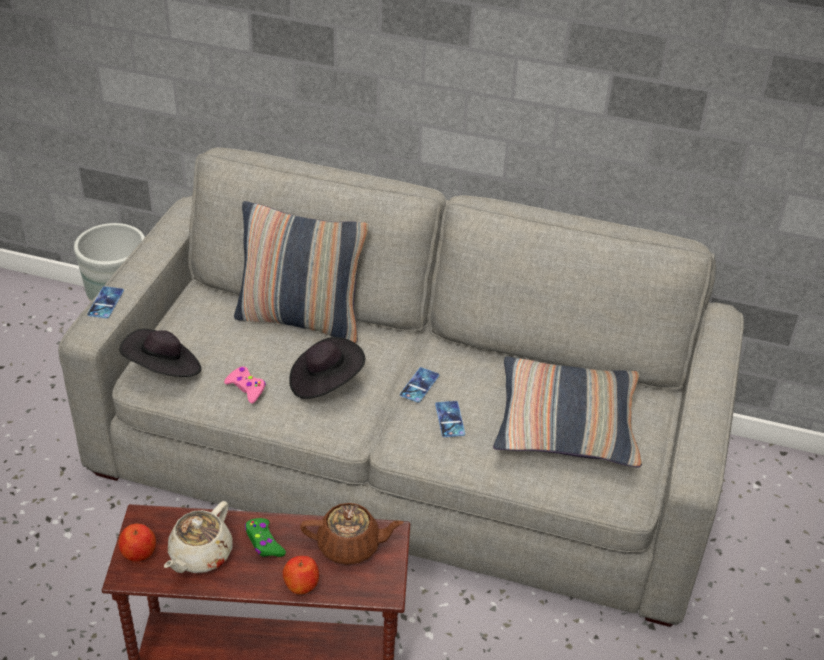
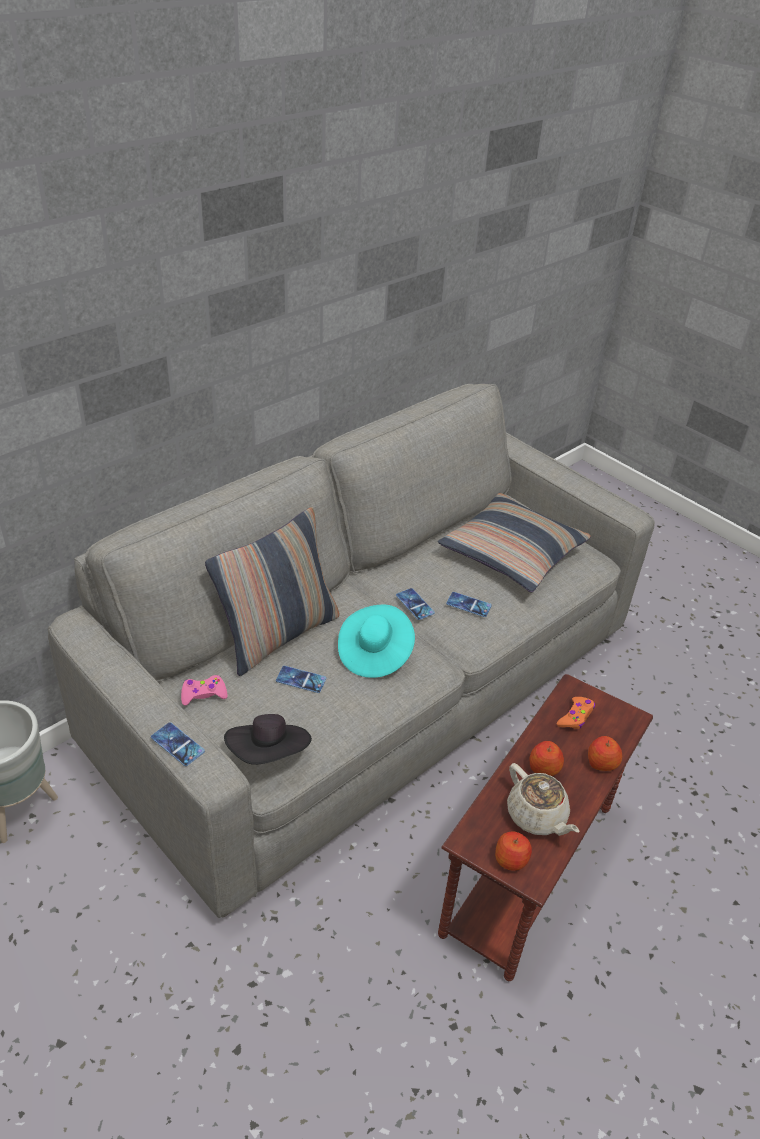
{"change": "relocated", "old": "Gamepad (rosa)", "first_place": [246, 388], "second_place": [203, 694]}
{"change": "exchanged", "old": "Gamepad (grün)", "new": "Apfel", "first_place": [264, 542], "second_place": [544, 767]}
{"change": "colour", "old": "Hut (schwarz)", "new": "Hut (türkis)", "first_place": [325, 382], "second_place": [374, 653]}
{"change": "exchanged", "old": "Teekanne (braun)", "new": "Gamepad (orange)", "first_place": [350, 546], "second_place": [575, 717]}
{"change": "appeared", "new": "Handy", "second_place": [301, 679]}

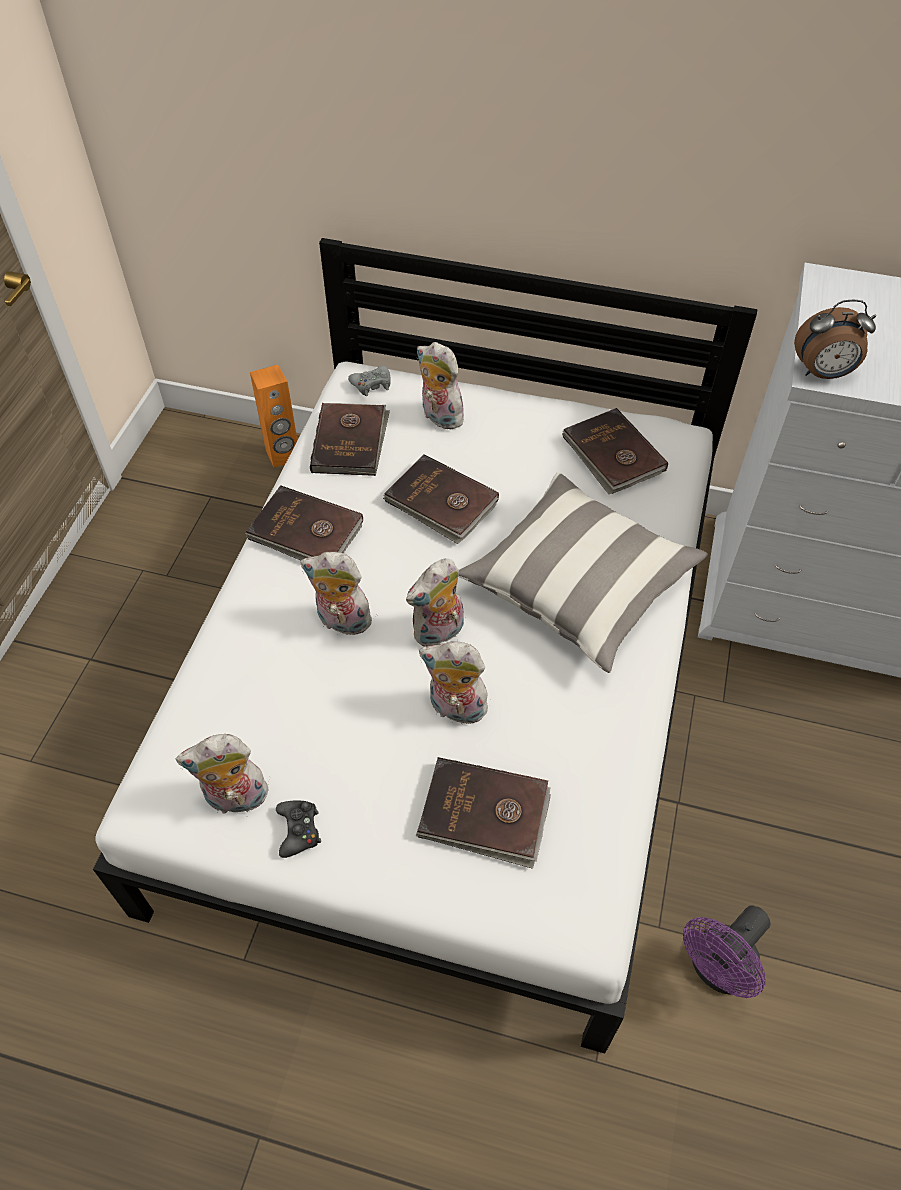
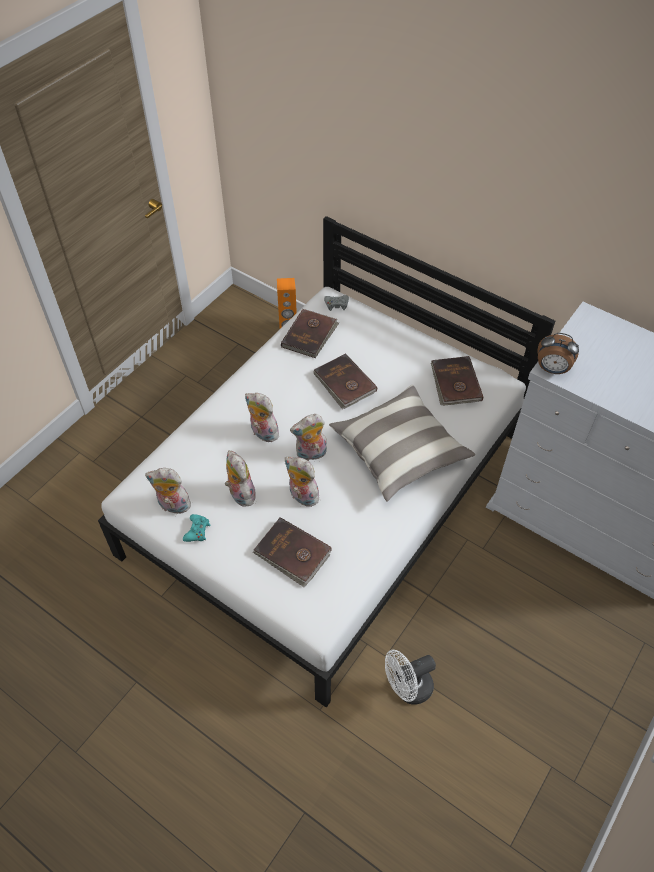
{"change": "missing", "old": "Buch (braun)", "first_place": [306, 532]}
{"change": "colour", "old": "Gamepad (schwarz)", "new": "Gamepad (türkis)", "first_place": [299, 830], "second_place": [197, 531]}
{"change": "relocated", "old": "Plüschtier", "first_place": [439, 417], "second_place": [240, 494]}
{"change": "colour", "old": "Ventilator (lila)", "new": "Ventilator (weiß)", "first_place": [717, 970], "second_place": [407, 689]}

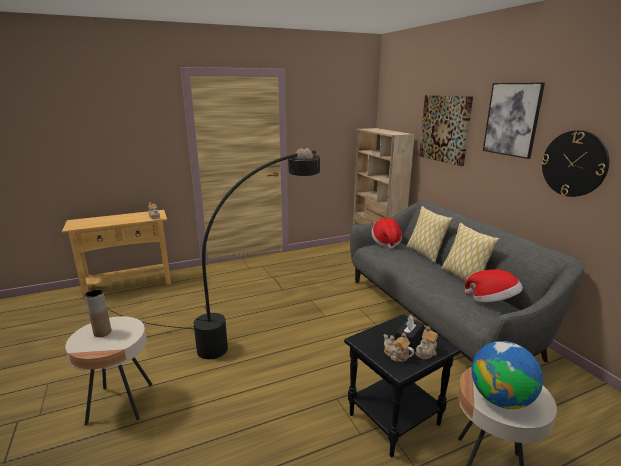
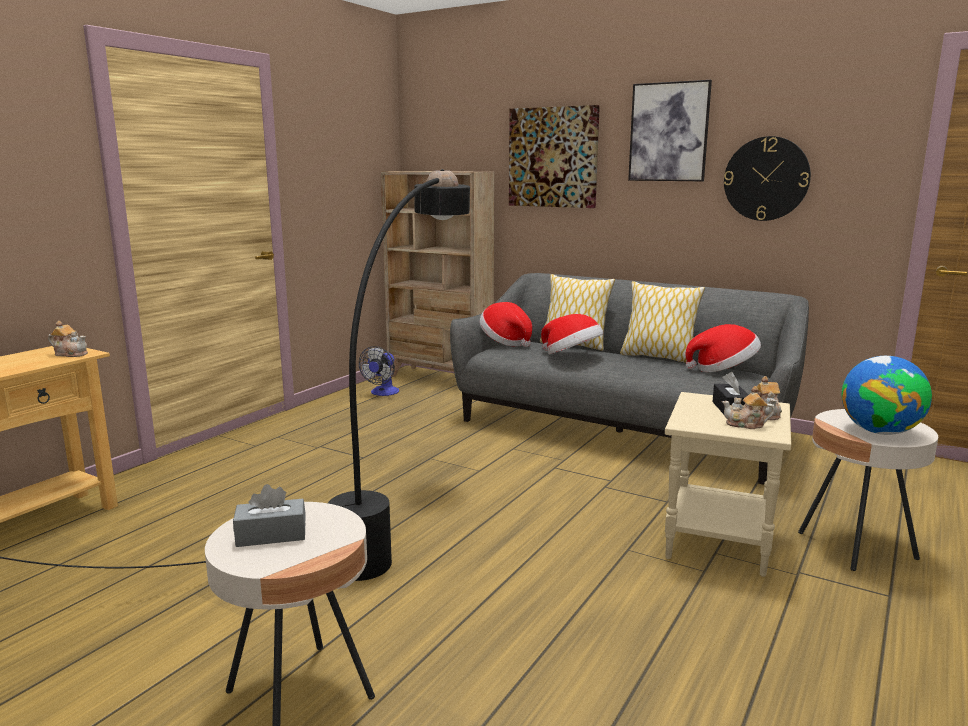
{"change": "exchanged", "old": "Vase (braun)", "new": "Taschentuchbox (grau)", "first_place": [102, 332], "second_place": [271, 535]}
{"change": "colour", "old": "Beistelltisch (schwarz)", "new": "Beistelltisch (beige)", "first_place": [394, 421], "second_place": [720, 544]}
{"change": "appeared", "new": "Ventilator", "second_place": [382, 393]}
{"change": "appeared", "new": "Hut", "second_place": [572, 356]}

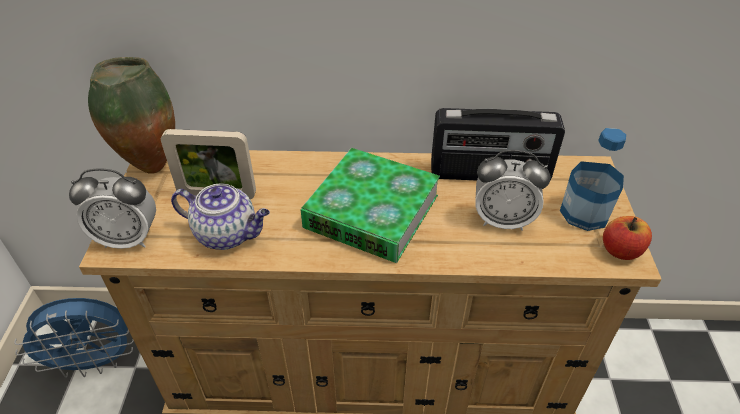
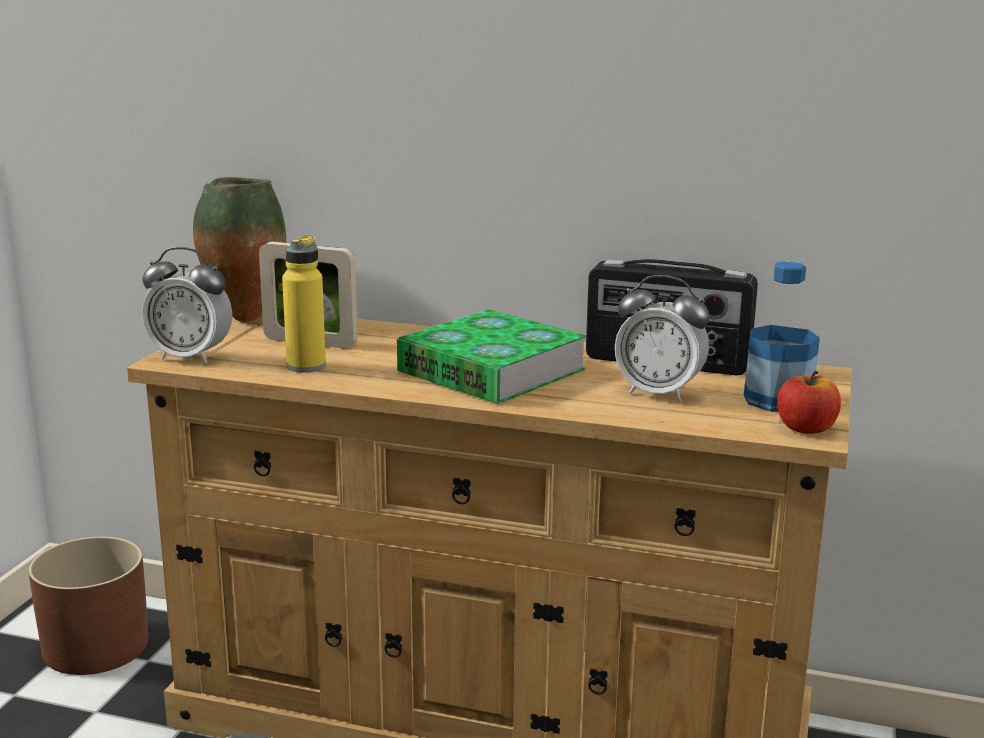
{"change": "exchanged", "old": "Ventilator (blau)", "new": "Pflanzkübel (braun)", "first_place": [95, 362], "second_place": [97, 646]}
{"change": "exchanged", "old": "Teekanne", "new": "Flasche (gelb)", "first_place": [228, 234], "second_place": [306, 366]}

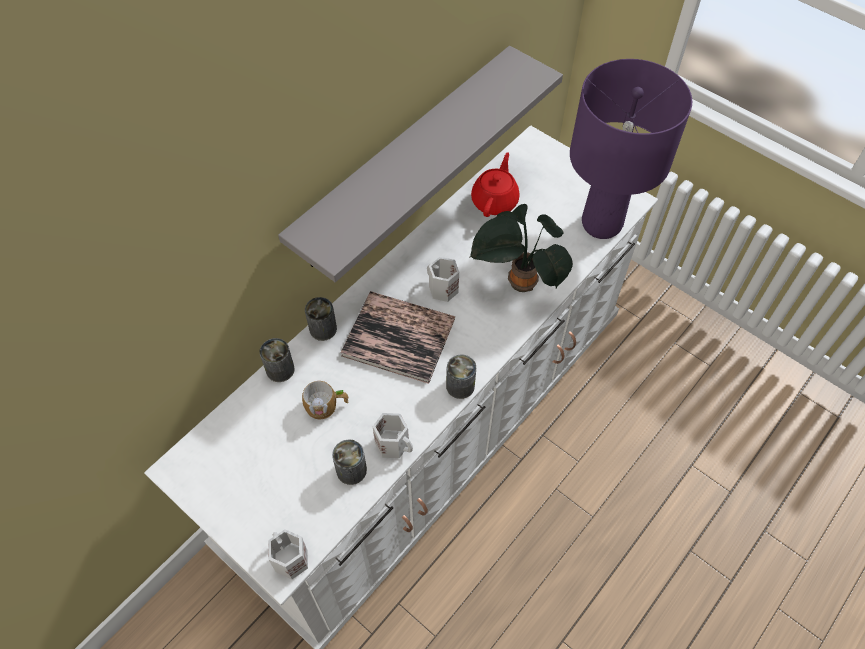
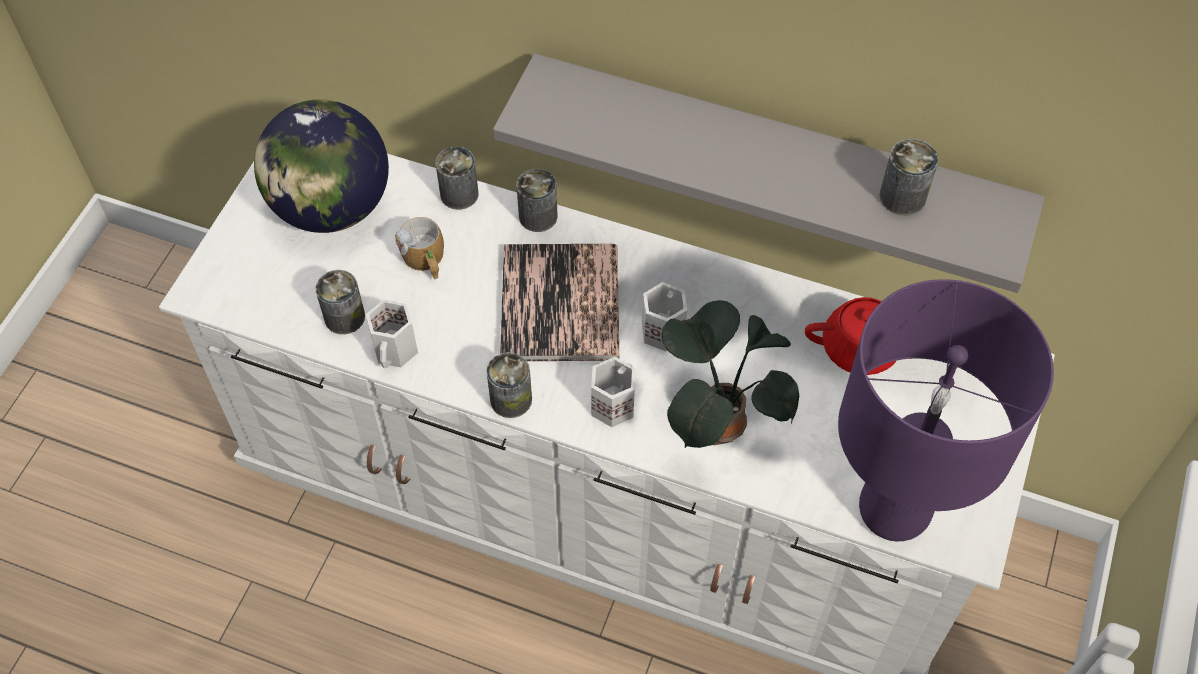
{"change": "relocated", "old": "Henkelbecher (weiß)", "first_place": [289, 560], "second_place": [612, 403]}
{"change": "appeared", "new": "Globus", "second_place": [332, 207]}
{"change": "appeared", "new": "Dose", "second_place": [902, 196]}

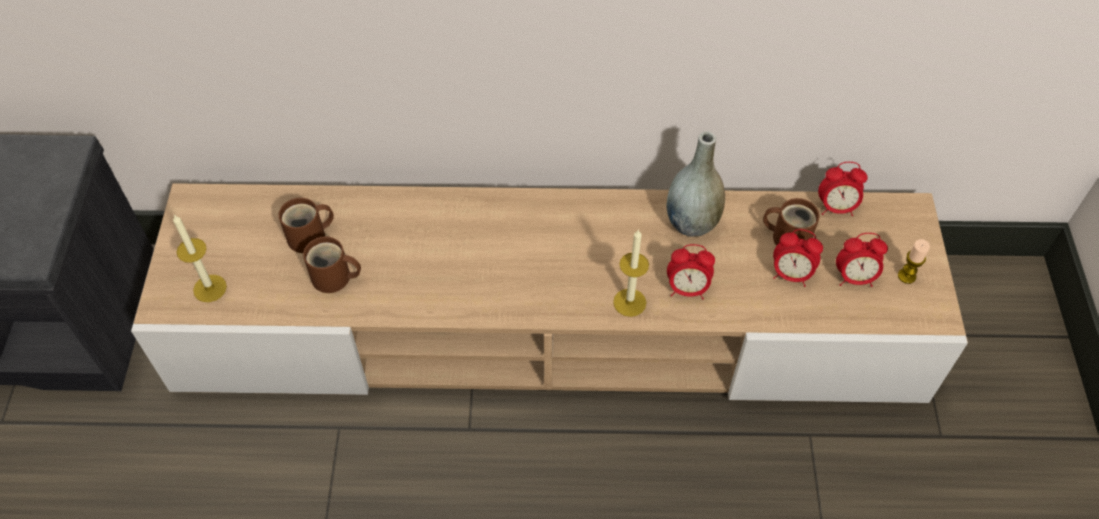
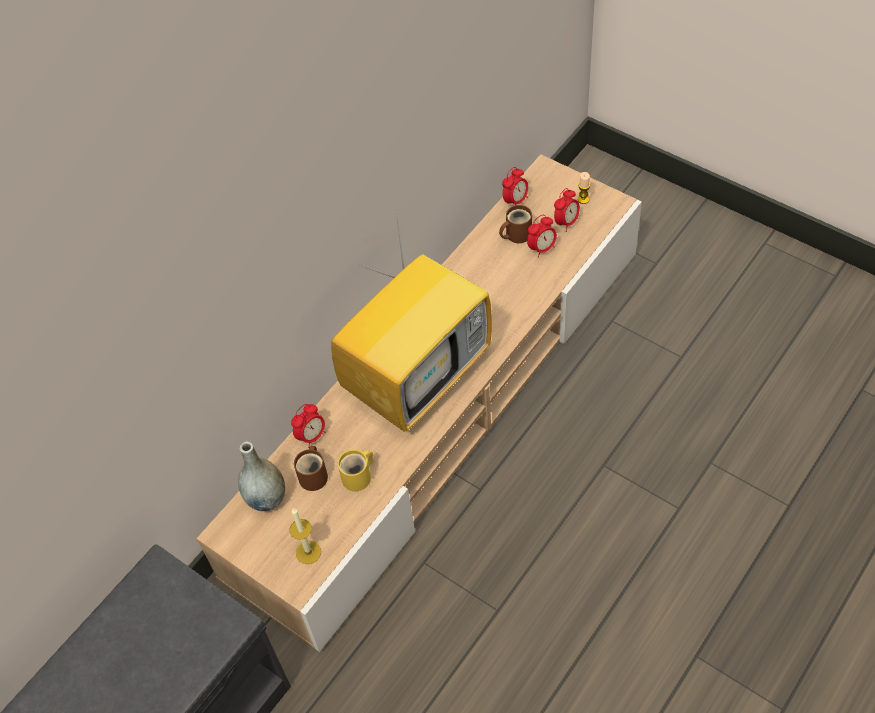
{"change": "colour", "old": "Henkelbecher (braun)", "new": "Henkelbecher (gelb)", "first_place": [334, 279], "second_place": [359, 477]}
{"change": "missing", "old": "Kerze", "first_place": [629, 302]}
{"change": "relocated", "old": "Vase (grau)", "first_place": [691, 223], "second_place": [266, 498]}
{"change": "relocated", "old": "Wecker", "first_place": [687, 289], "second_place": [311, 436]}
{"change": "appeared", "new": "Fernseher", "second_place": [418, 375]}

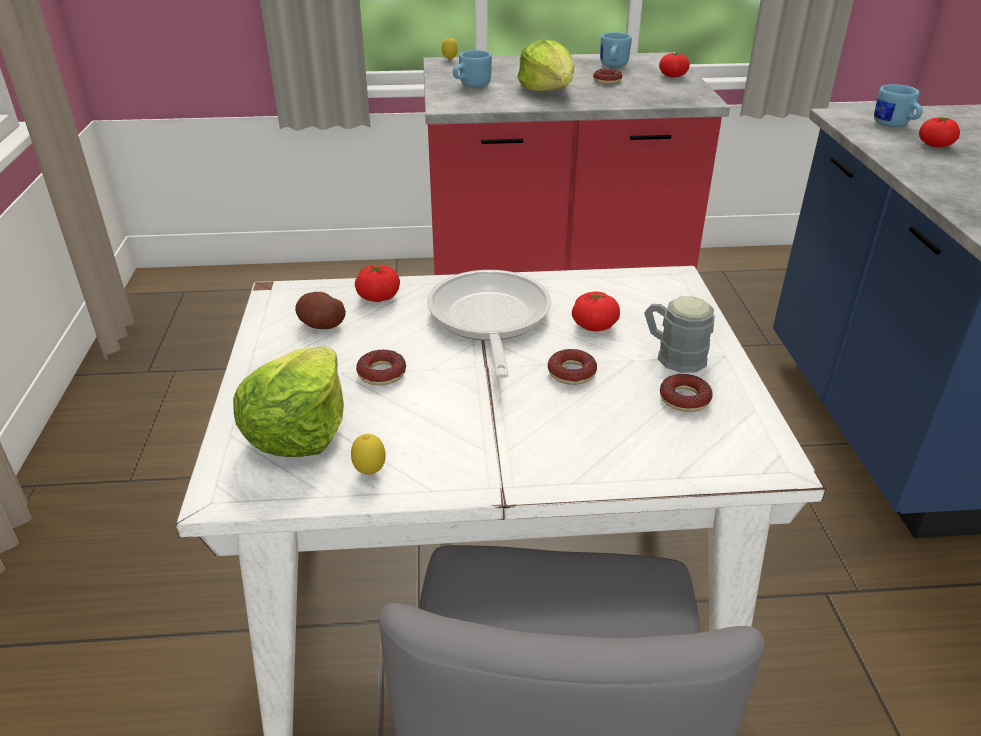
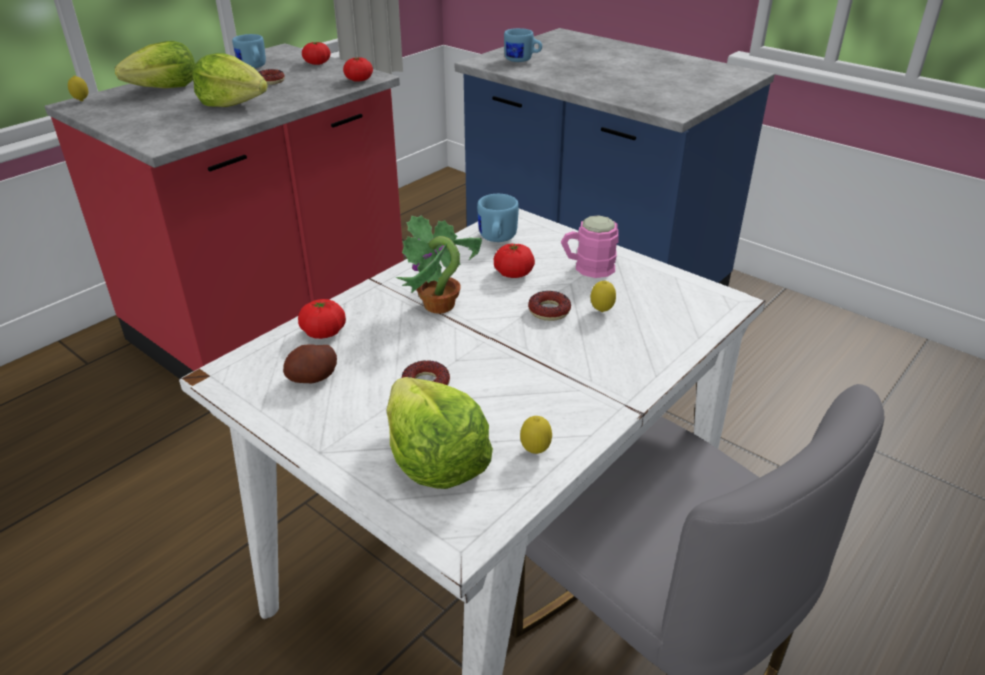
{"change": "exchanged", "old": "Pfanne", "new": "Topfpflanze", "first_place": [488, 320], "second_place": [439, 306]}
{"change": "relocated", "old": "Henkelbecher (blau)", "first_place": [471, 86], "second_place": [496, 239]}
{"change": "colour", "old": "Henkelbecher (grau)", "new": "Henkelbecher (rosa)", "first_place": [673, 355], "second_place": [587, 268]}
{"change": "missing", "old": "Donut", "first_place": [684, 399]}
{"change": "relocated", "old": "Tomate", "first_place": [935, 145], "second_place": [359, 80]}
{"change": "appeared", "new": "Salatkopf", "second_place": [165, 88]}
{"change": "appeared", "new": "Zitrone", "second_place": [601, 311]}

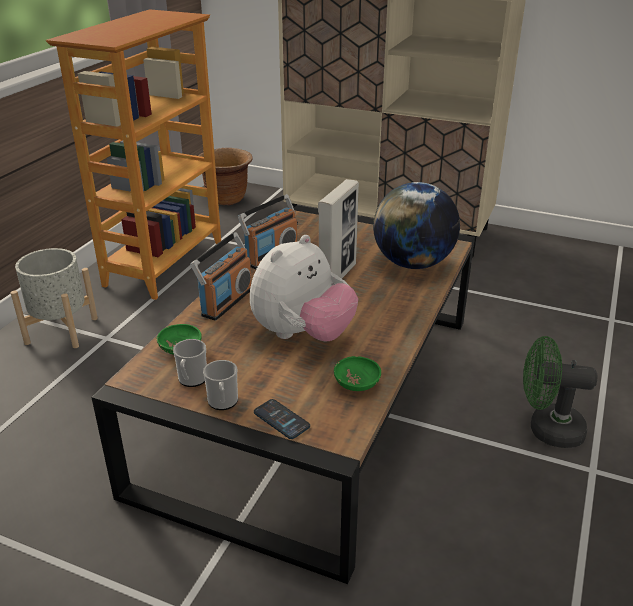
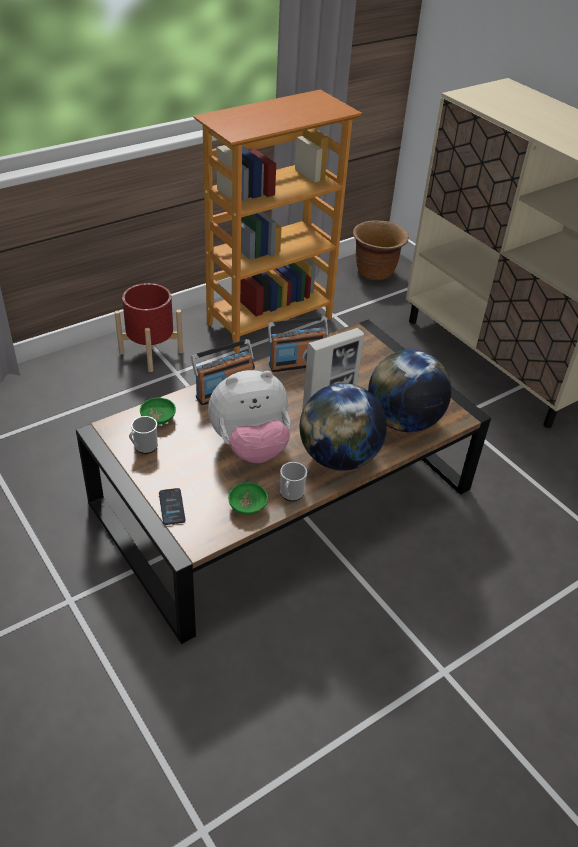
{"change": "colour", "old": "Pflanzkübel (grau)", "new": "Pflanzkübel (rot)", "first_place": [61, 330], "second_place": [151, 352]}
{"change": "relocated", "old": "Henkelbecher", "first_place": [223, 403], "second_place": [290, 494]}
{"change": "missing", "old": "Ventilator (grün)", "first_place": [547, 429]}
{"change": "appeared", "new": "Globus", "second_place": [338, 458]}

